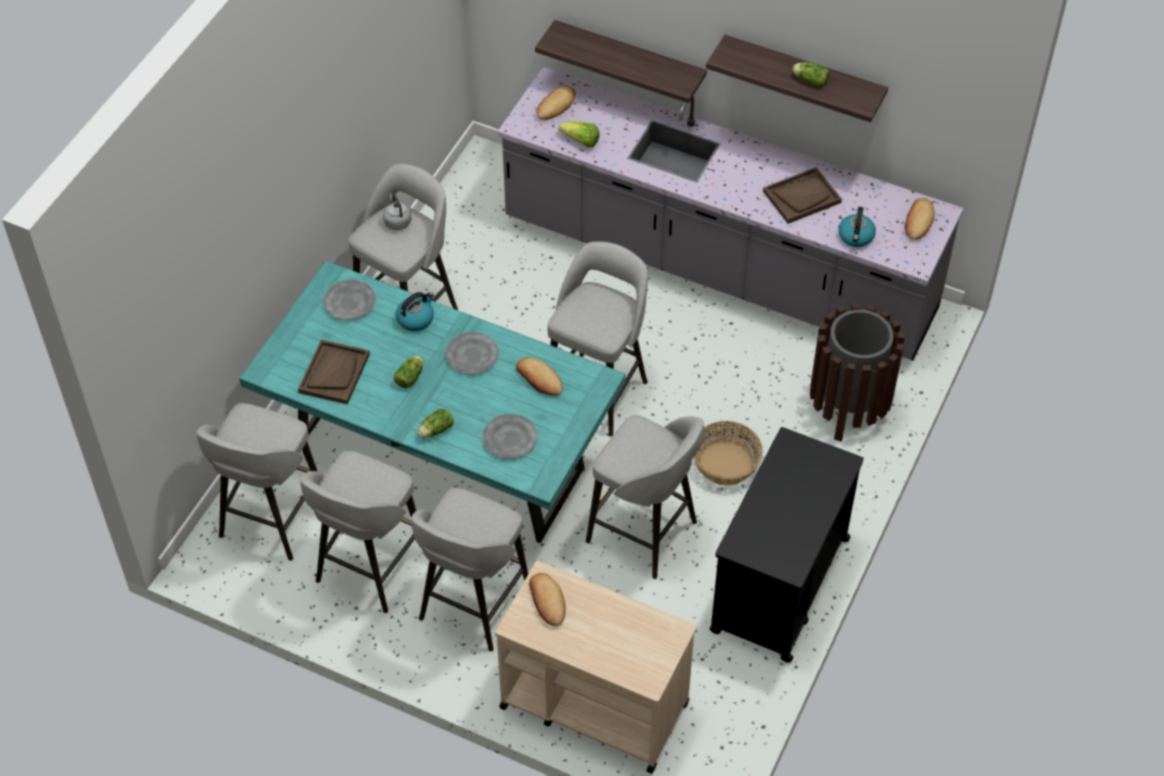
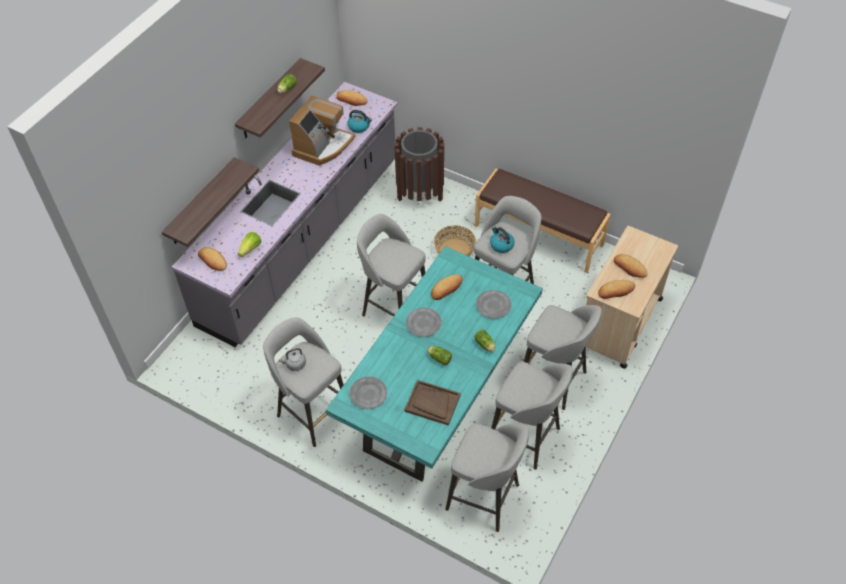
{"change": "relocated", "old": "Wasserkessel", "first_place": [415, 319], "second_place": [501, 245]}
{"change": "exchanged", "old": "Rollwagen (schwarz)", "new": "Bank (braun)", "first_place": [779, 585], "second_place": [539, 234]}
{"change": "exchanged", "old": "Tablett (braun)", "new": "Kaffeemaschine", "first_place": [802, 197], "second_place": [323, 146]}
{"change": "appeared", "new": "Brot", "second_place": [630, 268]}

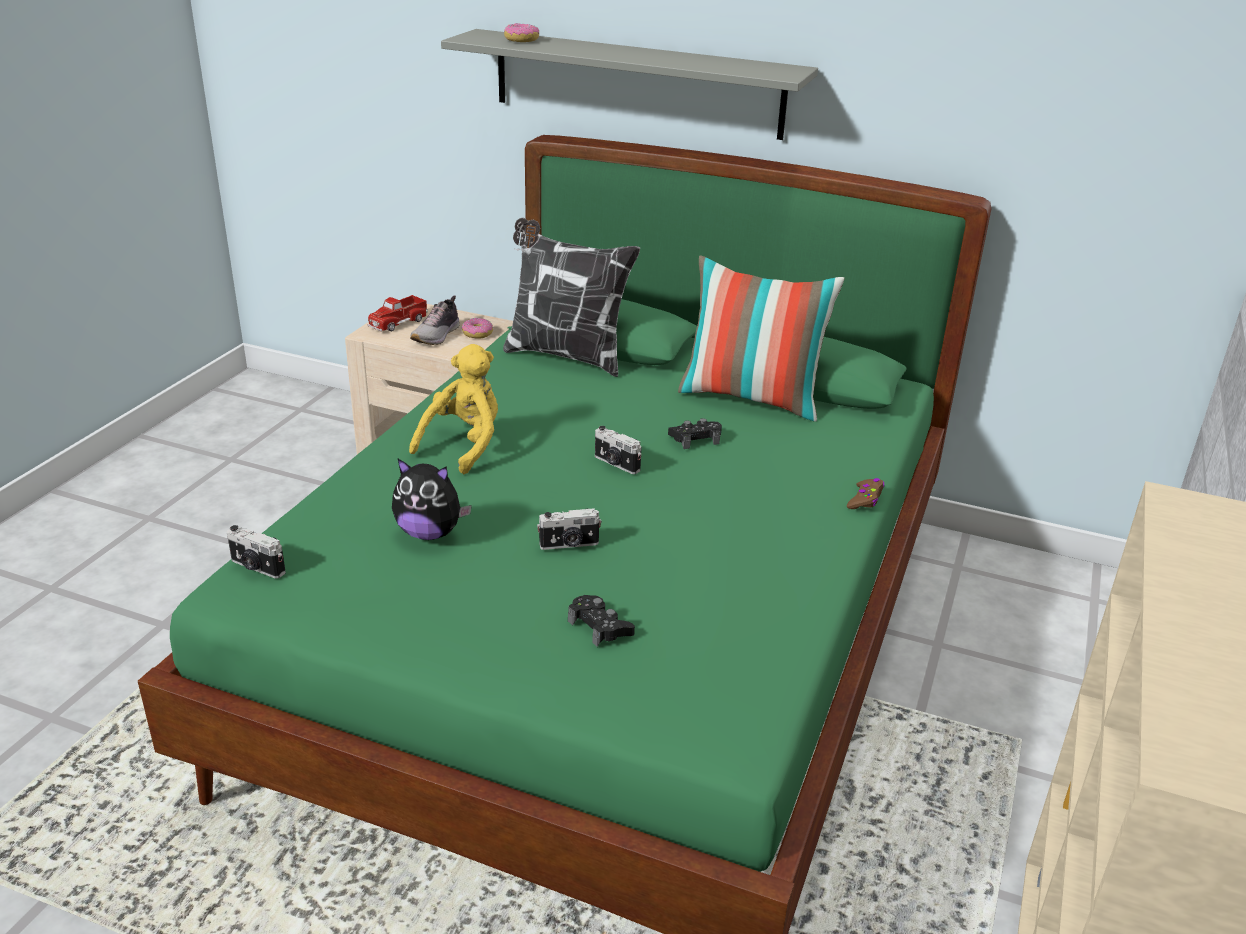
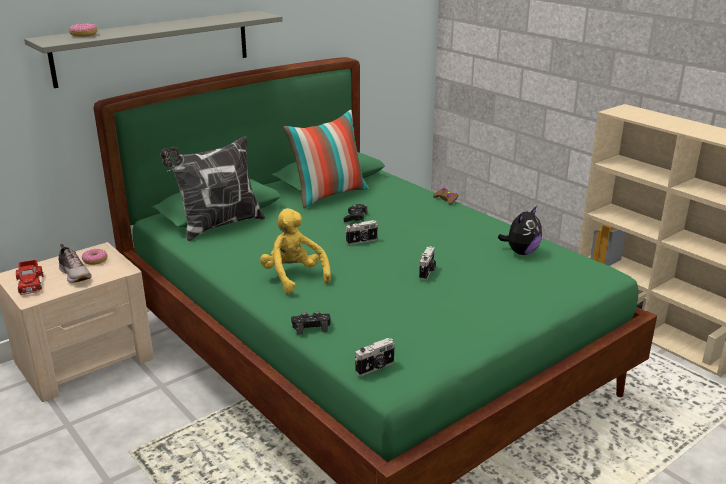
{"change": "relocated", "old": "Plüschtier", "first_place": [430, 533], "second_place": [521, 252]}
{"change": "relocated", "old": "Gamepad (schwarz)", "first_place": [600, 627], "second_place": [311, 326]}

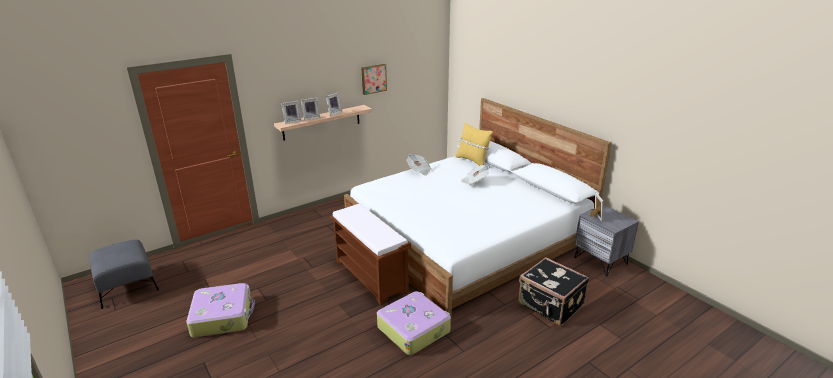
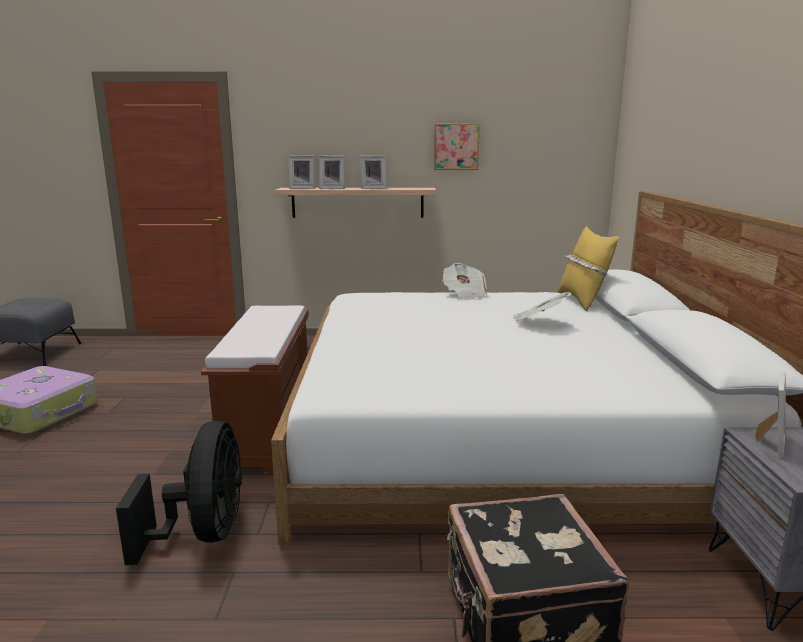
{"change": "exchanged", "old": "Koffer", "new": "Ventilator (schwarz)", "first_place": [414, 329], "second_place": [203, 534]}

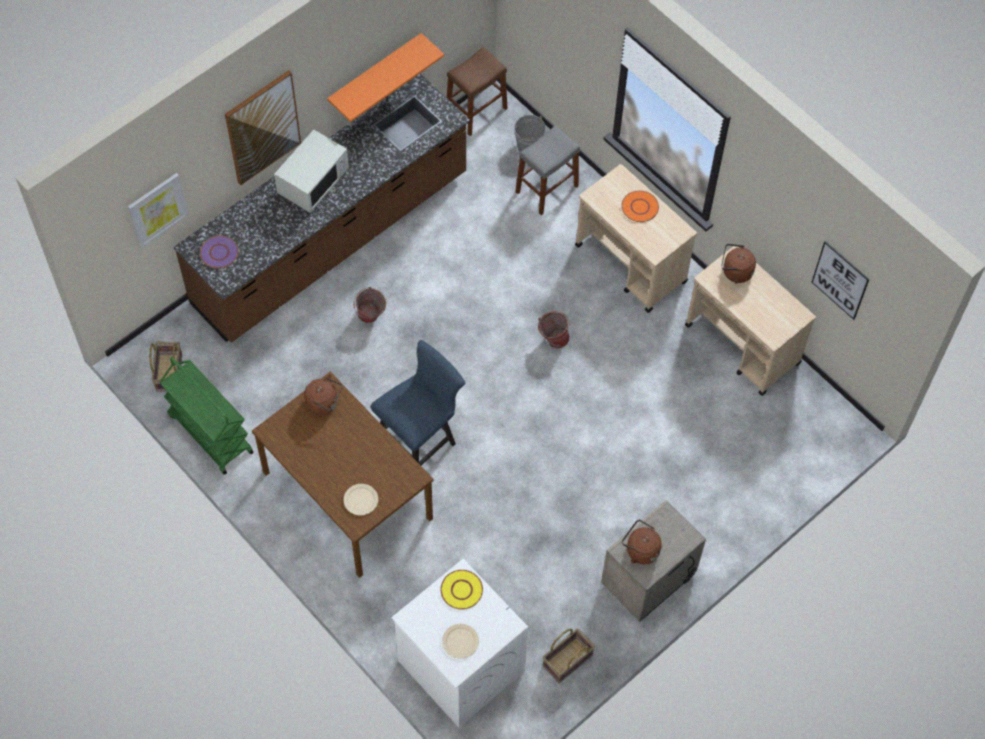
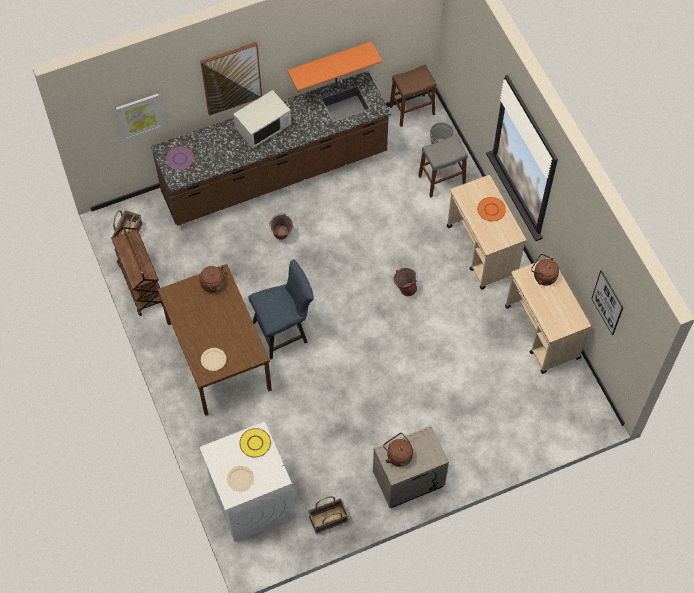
{"change": "colour", "old": "Rollwagen (grün)", "new": "Rollwagen (braun)", "first_place": [210, 433], "second_place": [140, 284]}

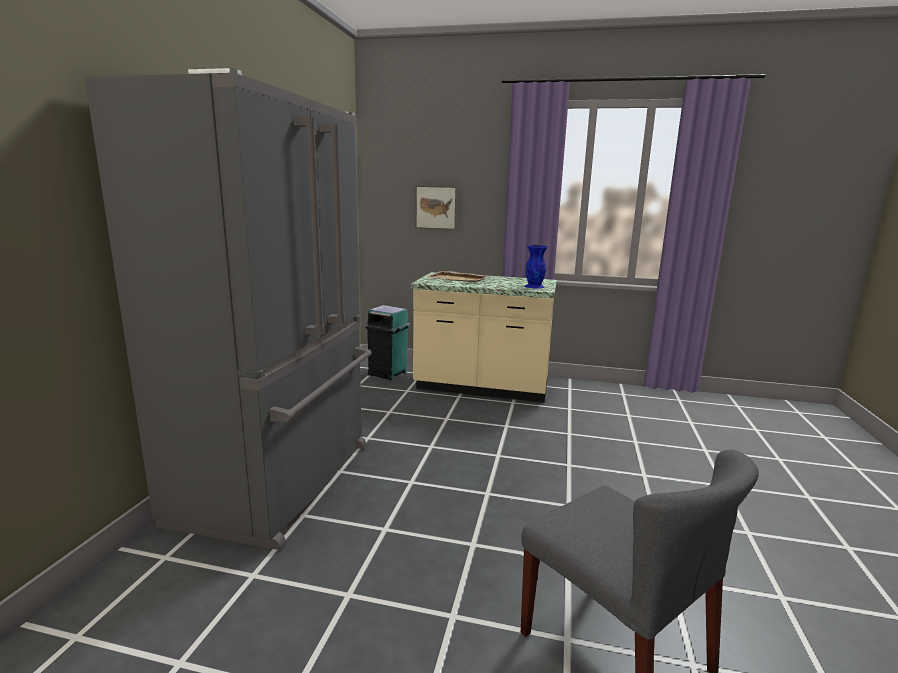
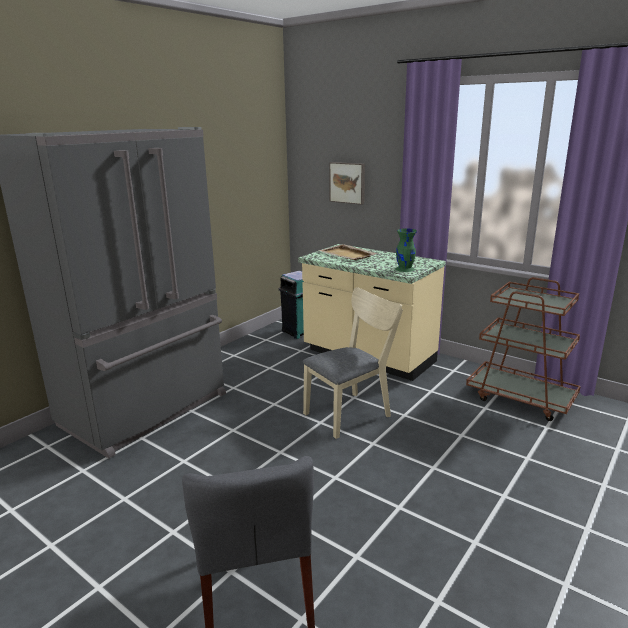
{"change": "colour", "old": "Vase (blau)", "new": "Vase (grün)", "first_place": [534, 286], "second_place": [405, 269]}
{"change": "appeared", "new": "Stuhl (beige)", "second_place": [352, 412]}
{"change": "appeared", "new": "Rollwagen (braun)", "second_place": [521, 398]}

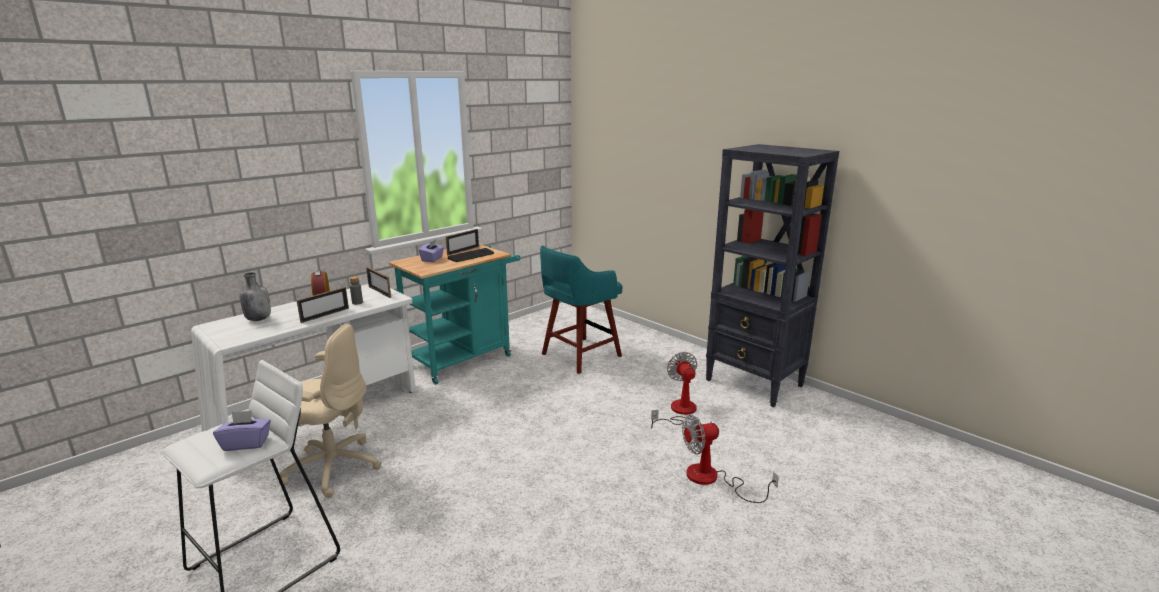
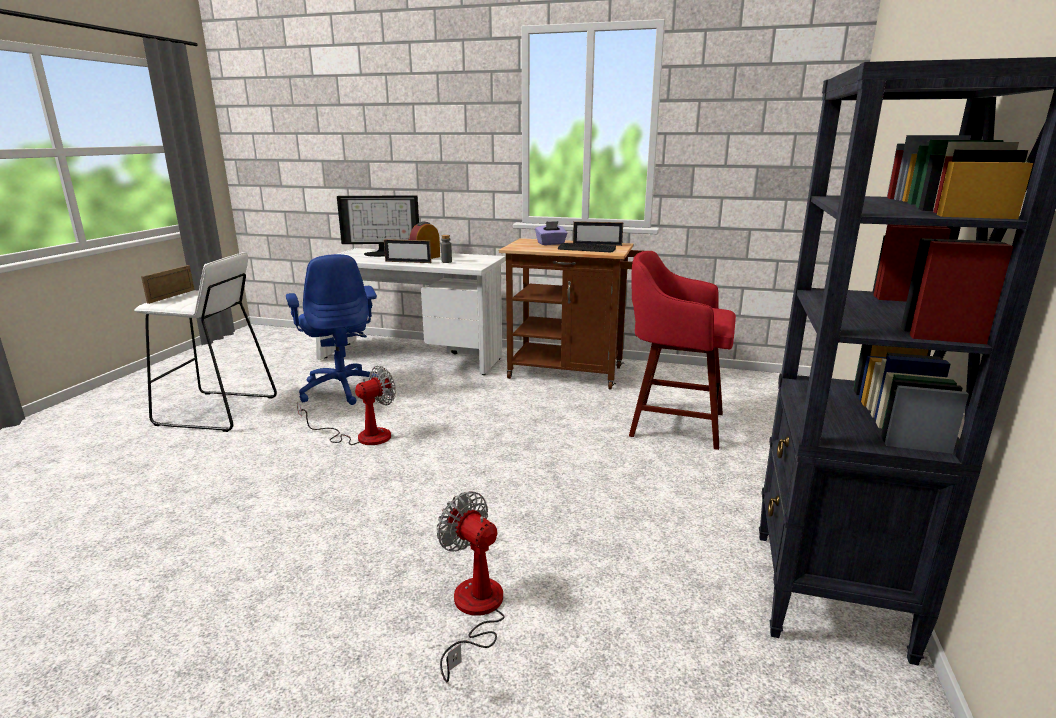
{"change": "missing", "old": "Taschentuchbox (lila)", "first_place": [246, 443]}
{"change": "exchanged", "old": "Flasche (grau)", "new": "Monitor", "first_place": [258, 319], "second_place": [381, 253]}
{"change": "colour", "old": "Bürostuhl (beige)", "new": "Bürostuhl (blau)", "first_place": [332, 467], "second_place": [342, 389]}
{"change": "relocated", "old": "Bilderrahmen", "first_place": [379, 292], "second_place": [171, 296]}
{"change": "colour", "old": "Rollwagen (türkis)", "new": "Rollwagen (braun)", "first_place": [464, 358], "second_place": [573, 373]}
{"change": "colour", "old": "Hocker (türkis)", "new": "Hocker (rot)", "first_place": [579, 356], "second_place": [673, 423]}
{"change": "relocated", "old": "Ventilator", "first_place": [678, 412], "second_place": [362, 436]}

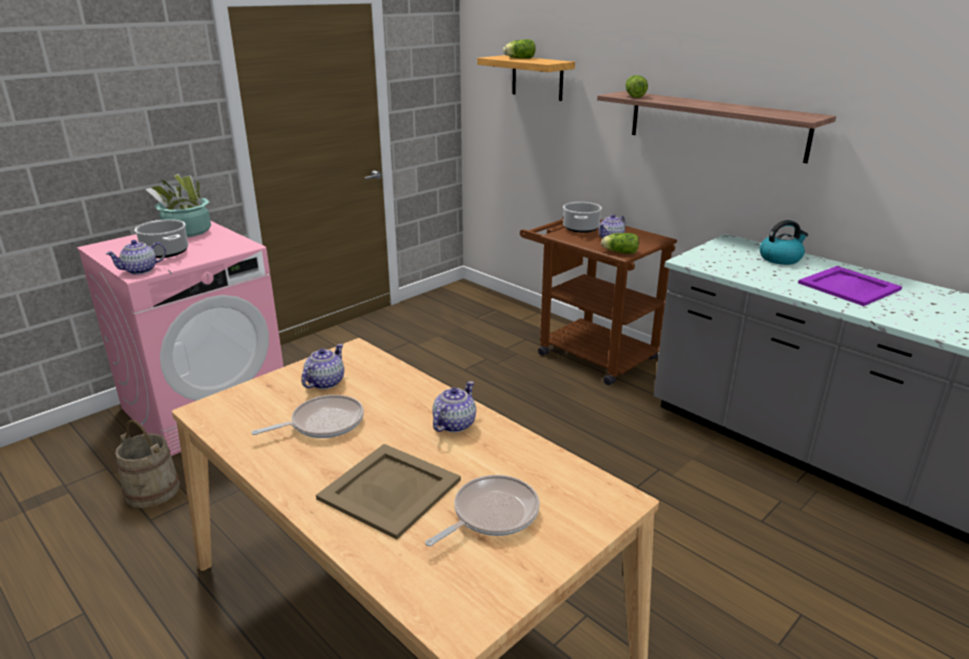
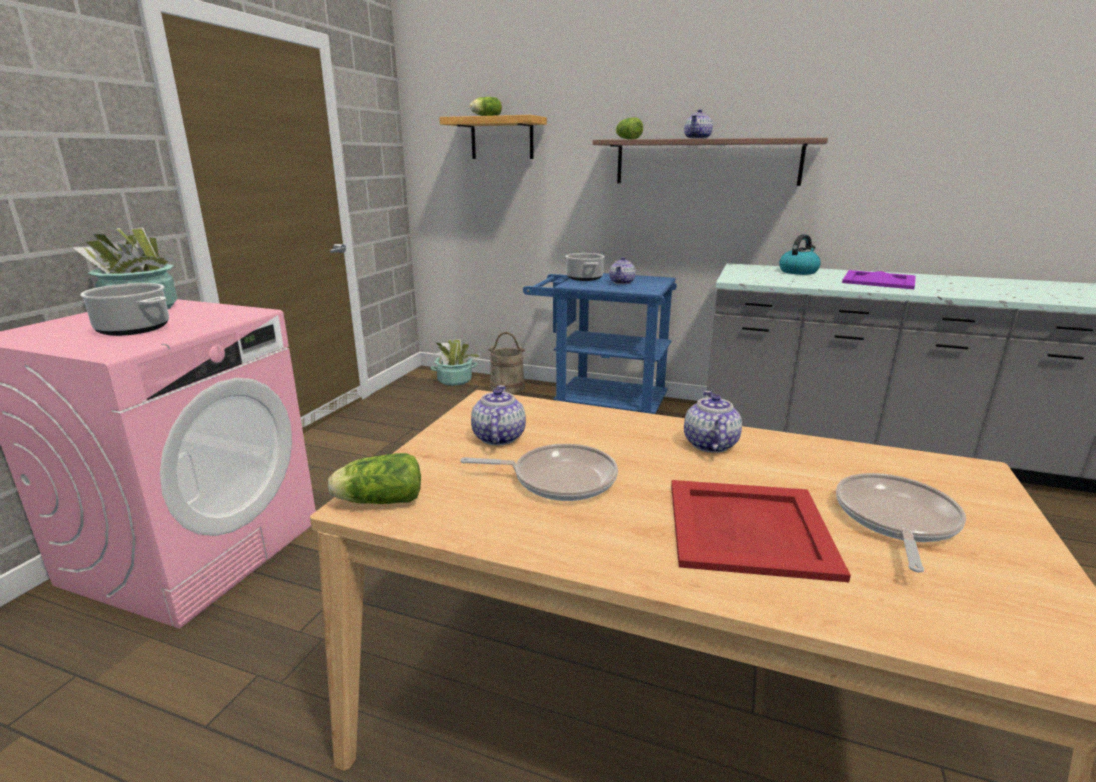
{"change": "relocated", "old": "Teekanne", "first_place": [141, 270], "second_place": [698, 139]}
{"change": "relocated", "old": "Eimer (beige)", "first_place": [153, 490], "second_place": [507, 387]}
{"change": "spun", "old": "Pfanne", "first_place": [323, 423], "second_place": [558, 479], "degrees": 60}
{"change": "colour", "old": "Tablett (beige)", "new": "Tablett (rot)", "first_place": [389, 488], "second_place": [747, 527]}
{"change": "colour", "old": "Rollwagen (braun)", "new": "Rollwagen (blau)", "first_place": [588, 352], "second_place": [599, 405]}
{"change": "relocated", "old": "Salatkopf", "first_place": [619, 252], "second_place": [377, 501]}
{"change": "appeared", "new": "Topfpflanze", "second_place": [454, 380]}

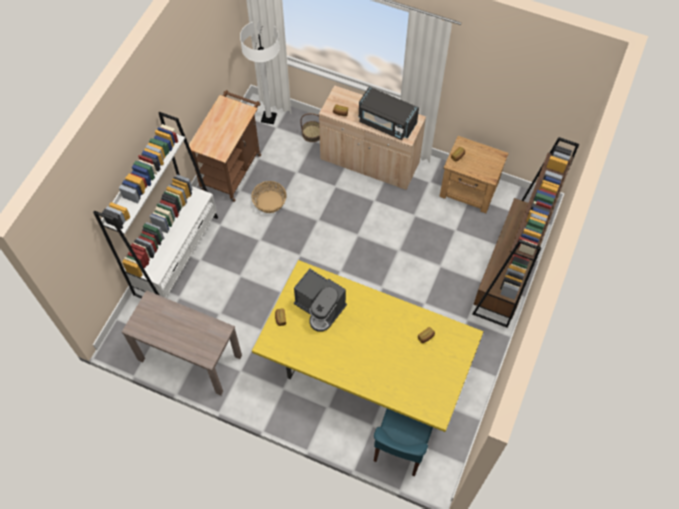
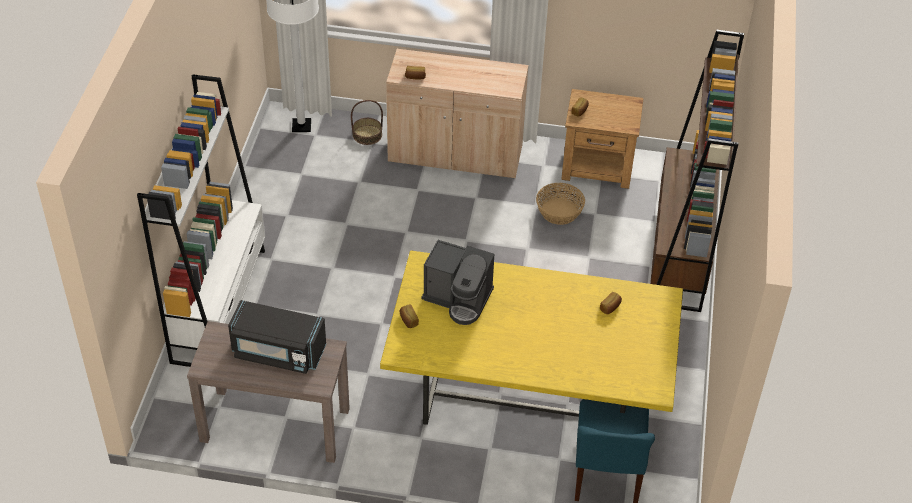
{"change": "missing", "old": "Rollwagen (braun)", "first_place": [233, 168]}
{"change": "relocated", "old": "Korb", "first_place": [269, 202], "second_place": [559, 211]}
{"change": "relocated", "old": "Mikrowelle (schwarz)", "first_place": [386, 122], "second_place": [278, 352]}

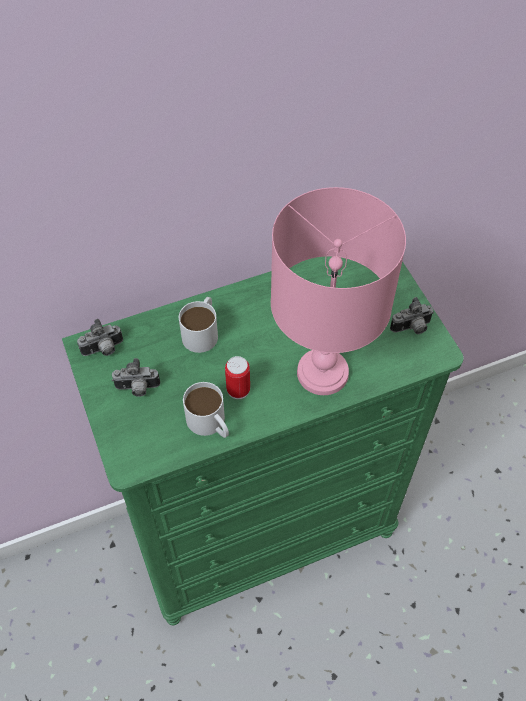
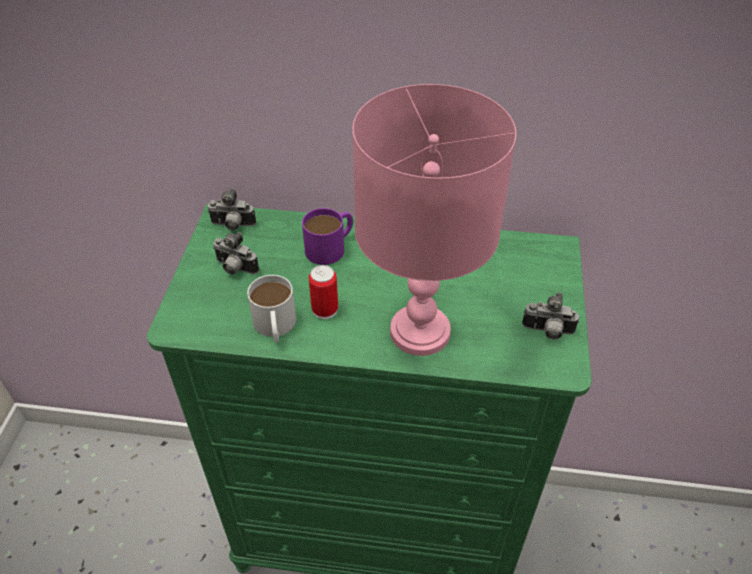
{"change": "colour", "old": "Henkelbecher (weiß)", "new": "Henkelbecher (lila)", "first_place": [202, 331], "second_place": [331, 247]}

